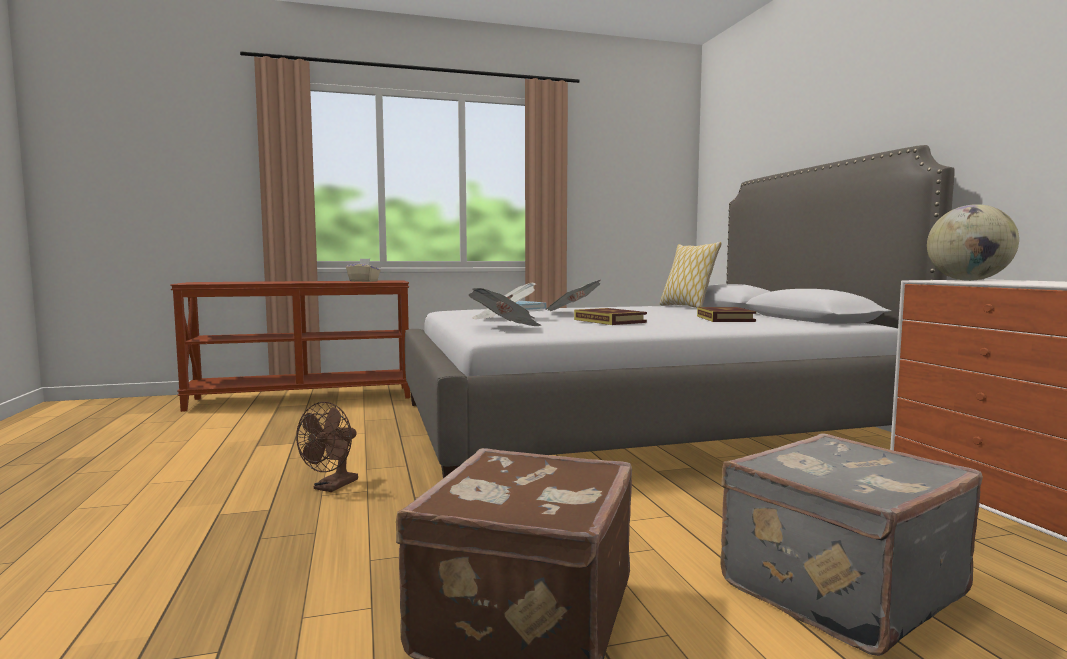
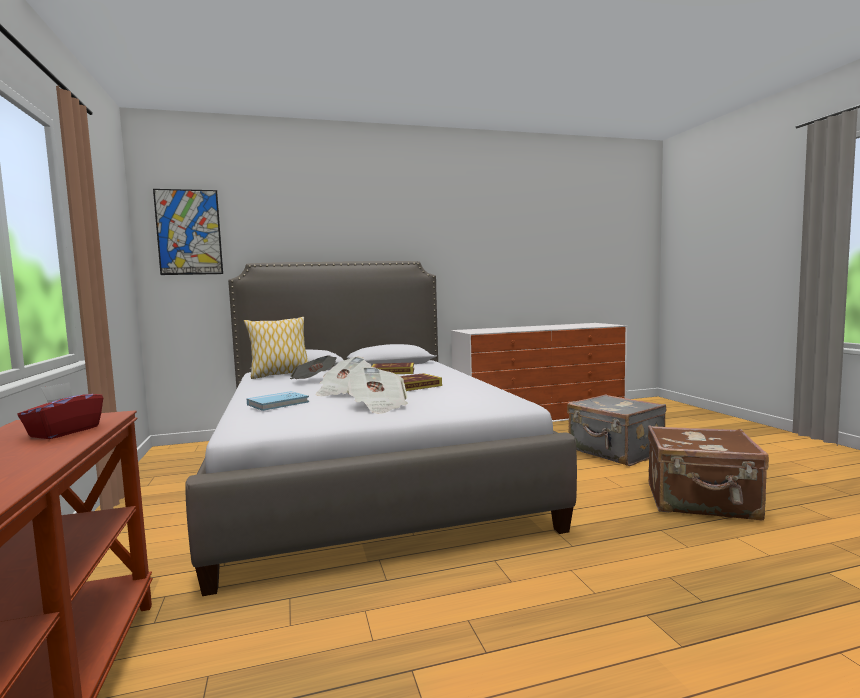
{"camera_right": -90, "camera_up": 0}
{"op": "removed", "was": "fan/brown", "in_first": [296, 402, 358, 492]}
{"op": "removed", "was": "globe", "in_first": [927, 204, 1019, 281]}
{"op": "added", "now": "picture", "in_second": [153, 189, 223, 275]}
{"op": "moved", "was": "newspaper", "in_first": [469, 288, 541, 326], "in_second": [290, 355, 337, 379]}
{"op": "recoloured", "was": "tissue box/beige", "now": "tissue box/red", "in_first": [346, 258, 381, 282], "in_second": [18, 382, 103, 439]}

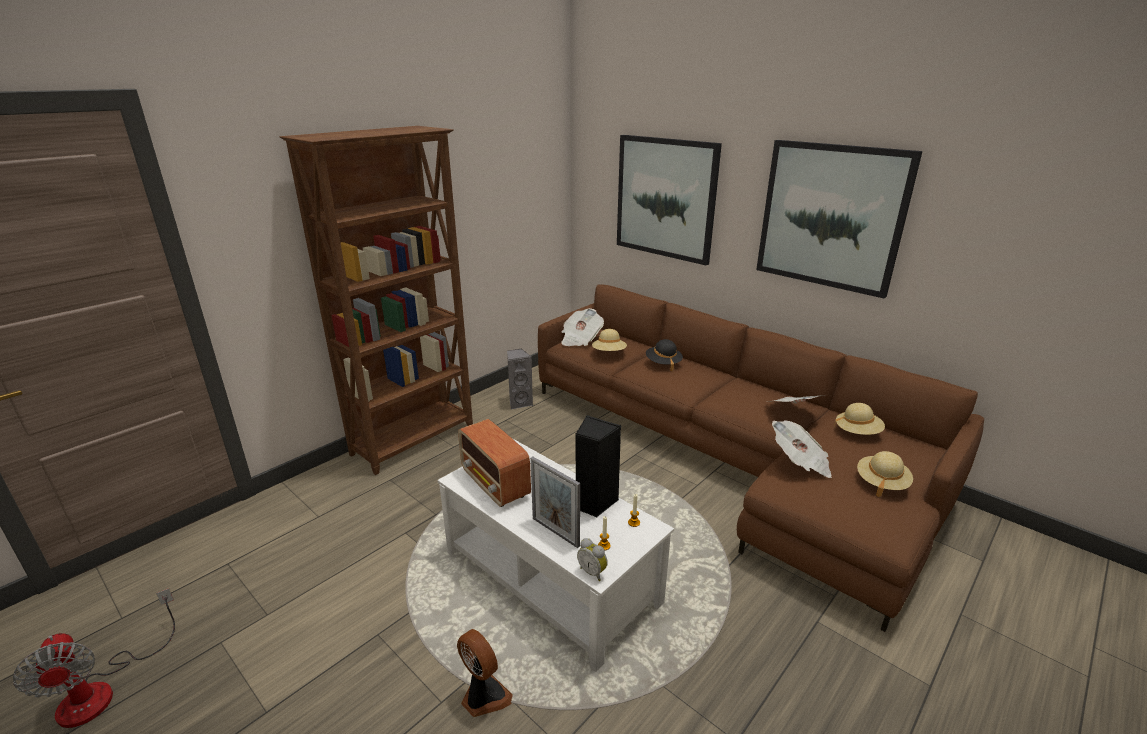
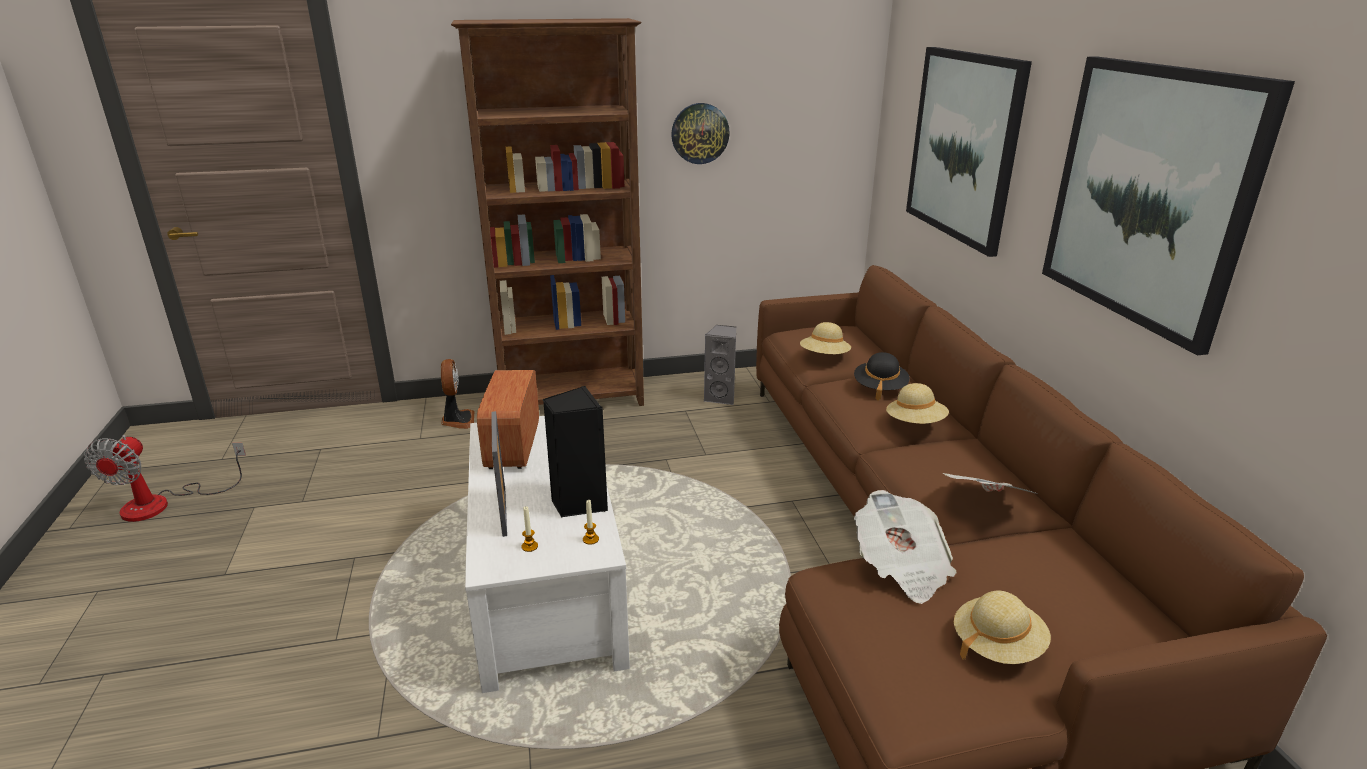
{"camera_right": 35, "camera_up": 0}
{"op": "removed", "was": "newspaper", "in_first": [561, 308, 604, 346]}
{"op": "removed", "was": "alarm clock", "in_first": [577, 538, 608, 581]}
{"op": "added", "now": "wall clock", "in_second": [671, 103, 730, 164]}
{"op": "moved", "was": "fan", "in_first": [457, 629, 513, 717], "in_second": [441, 359, 475, 429]}
{"op": "moved", "was": "hat/beige", "in_first": [834, 403, 885, 435], "in_second": [886, 383, 949, 424]}

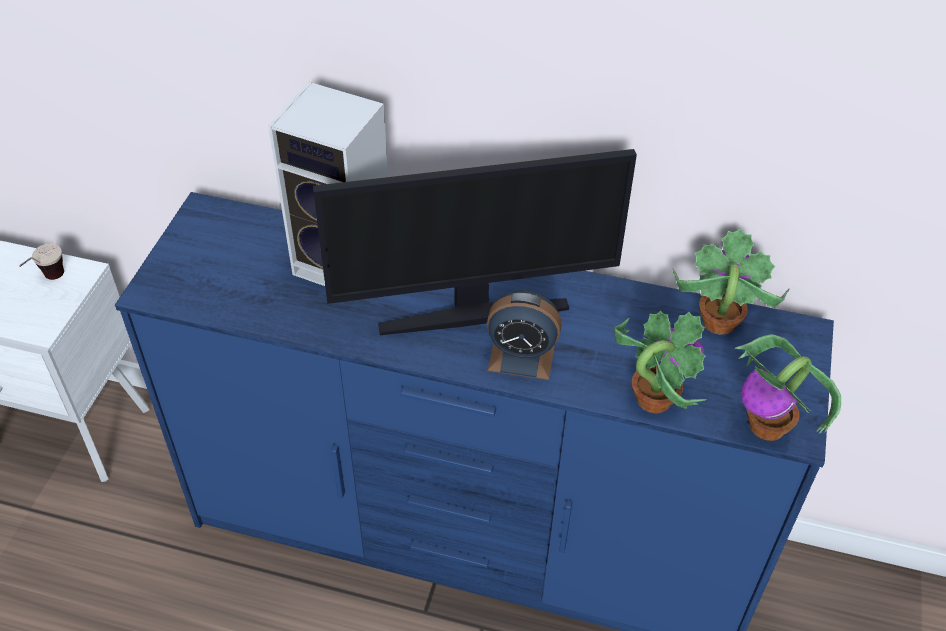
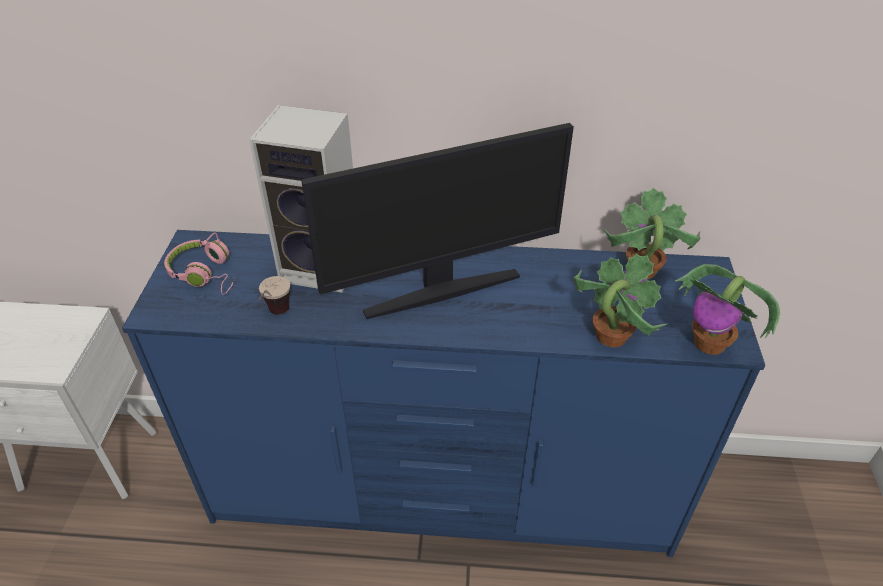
{"camera_right": -10, "camera_up": -5}
{"op": "removed", "was": "alarm clock", "in_first": [487, 290, 561, 380]}
{"op": "added", "now": "headphones/pink", "in_second": [164, 233, 235, 295]}
{"op": "moved", "was": "cup", "in_first": [19, 244, 64, 280], "in_second": [259, 276, 290, 315]}

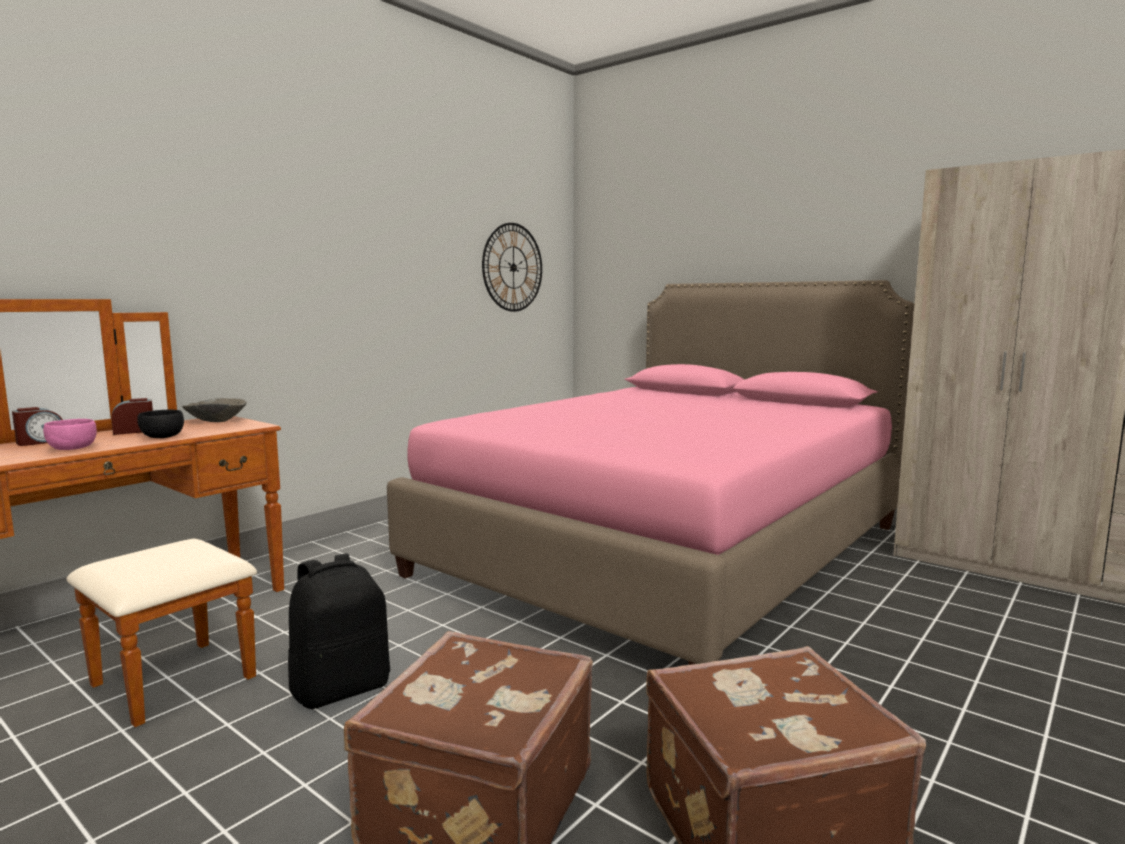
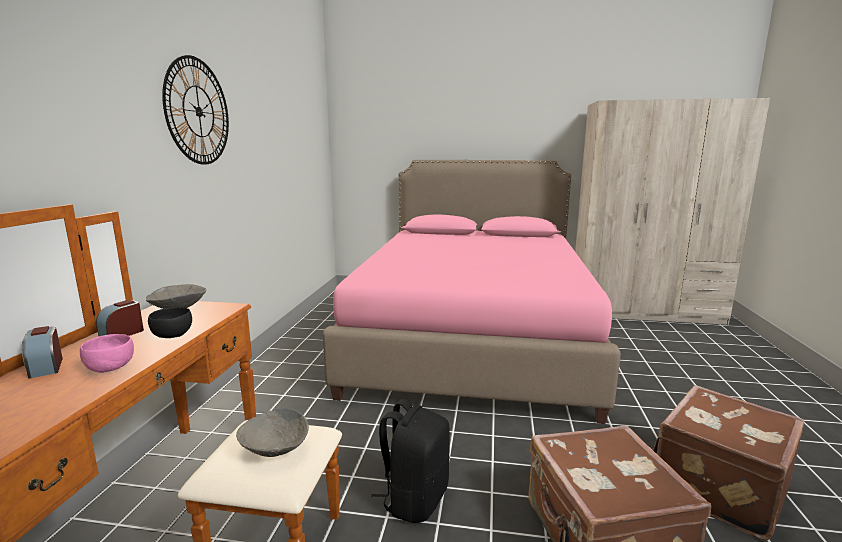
{"camera_right": -30, "camera_up": 5}
{"op": "added", "now": "bowl/grey", "in_second": [236, 408, 309, 457]}
{"op": "moved", "was": "wall clock", "in_first": [482, 223, 542, 312], "in_second": [162, 55, 229, 165]}
{"op": "turned", "was": "alarm clock", "in_first": [12, 407, 63, 446], "in_second": [22, 326, 63, 378], "clockwise": 135}

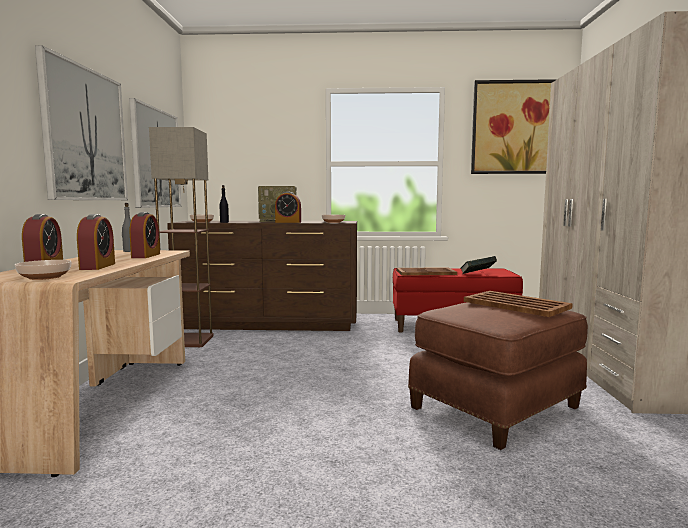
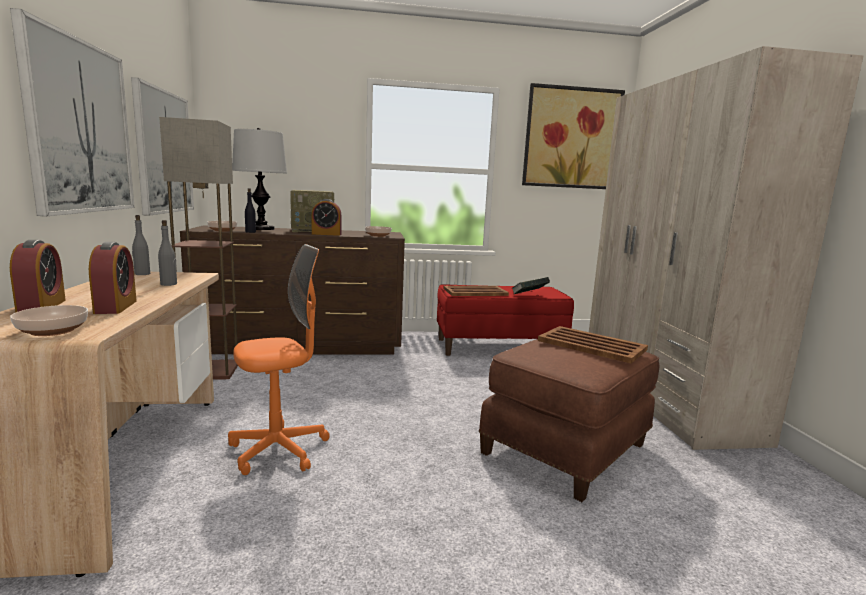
{"camera_right": -10, "camera_up": 5}
{"op": "added", "now": "office chair/orange", "in_second": [228, 244, 330, 475]}
{"op": "added", "now": "table lamp", "in_second": [232, 128, 287, 230]}
{"op": "replaced", "was": "alarm clock", "now": "bottle/grey", "in_first": [130, 212, 160, 258], "in_second": [158, 220, 177, 286]}

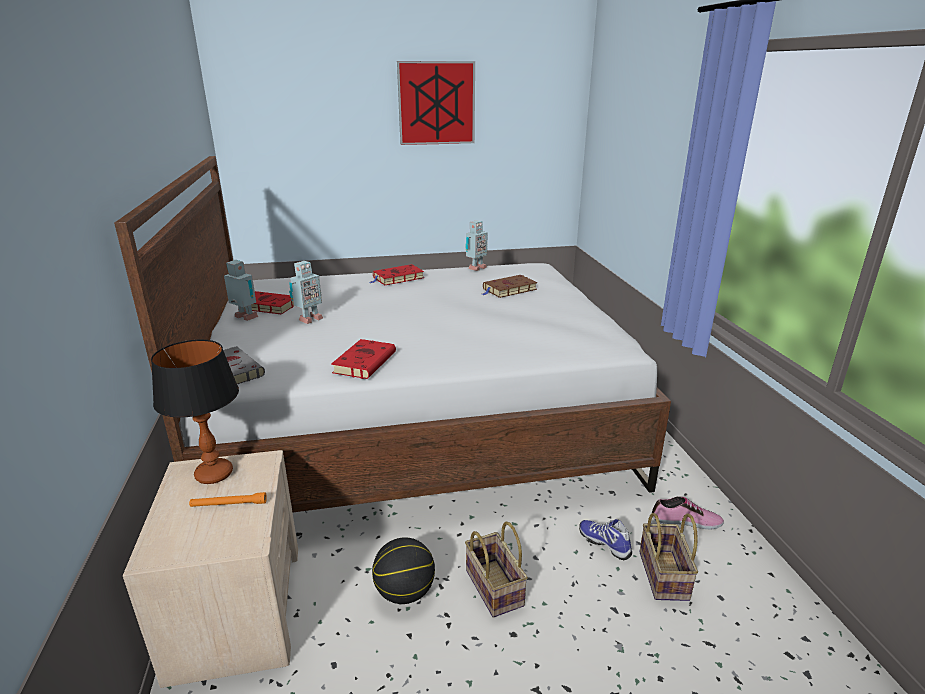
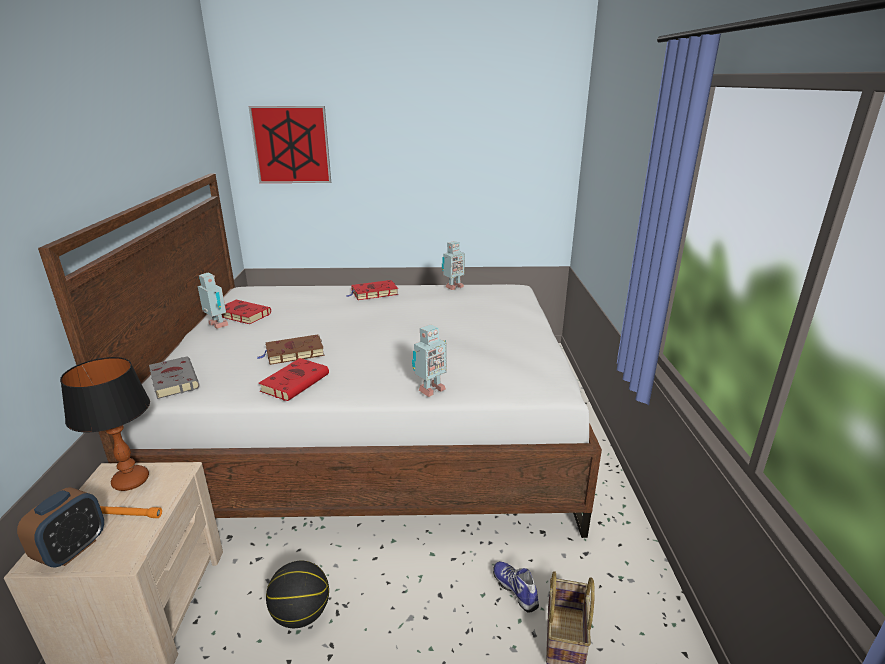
{"camera_right": 10, "camera_up": 0}
{"op": "removed", "was": "basket", "in_first": [465, 522, 528, 617]}
{"op": "removed", "was": "shoe", "in_first": [652, 496, 724, 529]}
{"op": "added", "now": "alarm clock", "in_second": [17, 487, 104, 568]}
{"op": "moved", "was": "toy robot", "in_first": [289, 261, 323, 324], "in_second": [412, 324, 447, 397]}
{"op": "moved", "was": "picture", "in_first": [397, 61, 475, 145], "in_second": [248, 106, 331, 183]}
{"op": "moved", "was": "book/brown", "in_first": [483, 275, 537, 298], "in_second": [257, 334, 324, 365]}

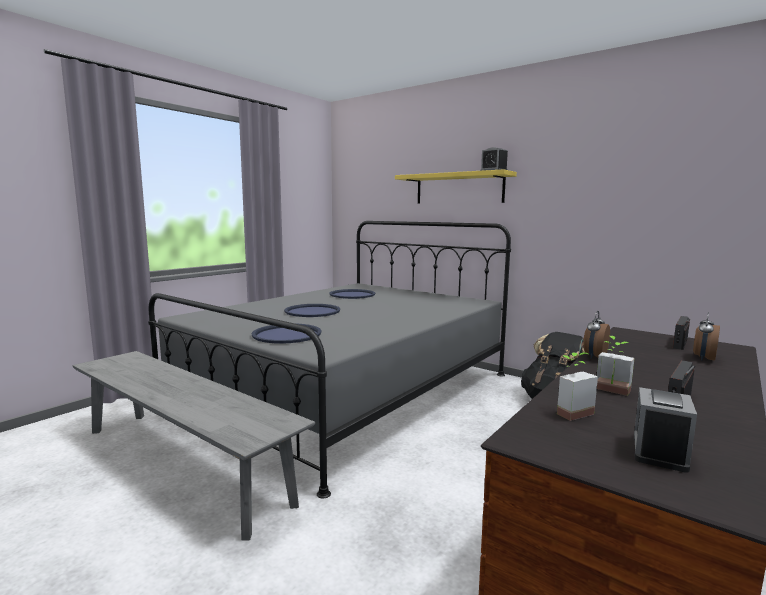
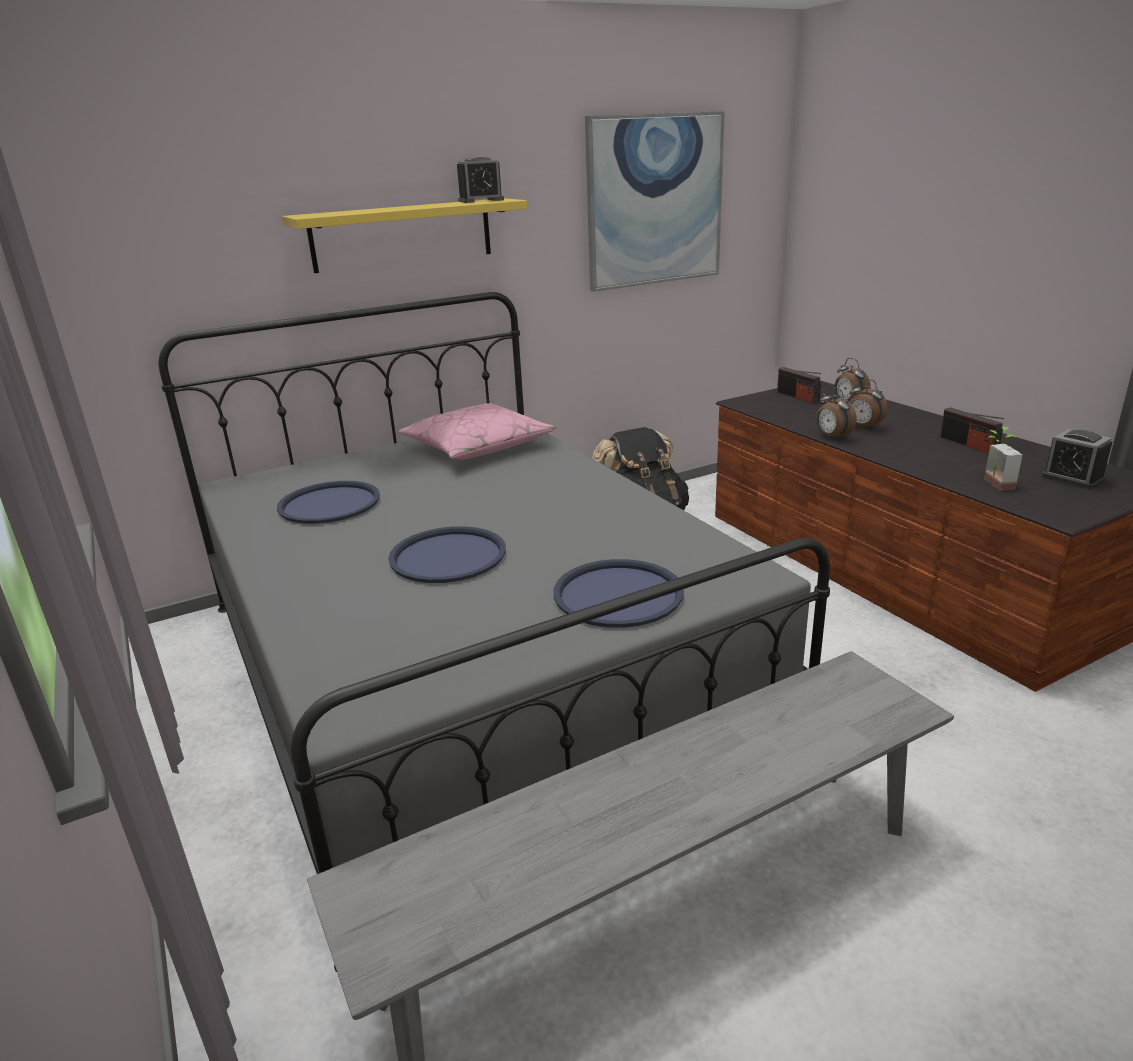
{"camera_right": -65, "camera_up": 15}
{"op": "removed", "was": "potted plant", "in_first": [597, 336, 634, 396]}
{"op": "added", "now": "pillow/pink", "in_second": [398, 403, 556, 460]}
{"op": "added", "now": "picture", "in_second": [585, 111, 725, 292]}
{"op": "added", "now": "alarm clock", "in_second": [849, 378, 888, 429]}

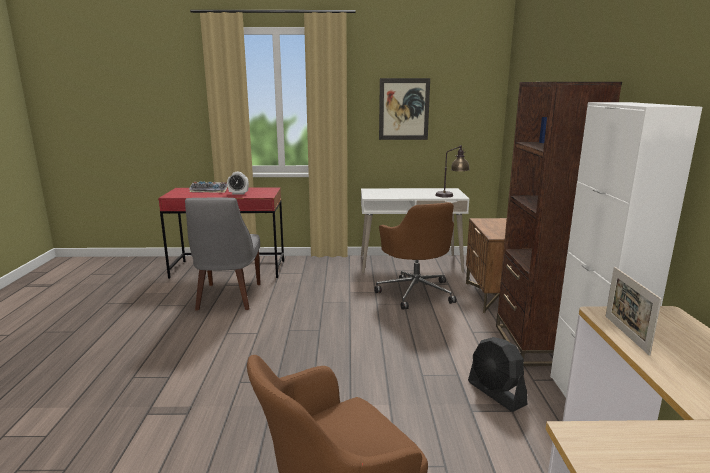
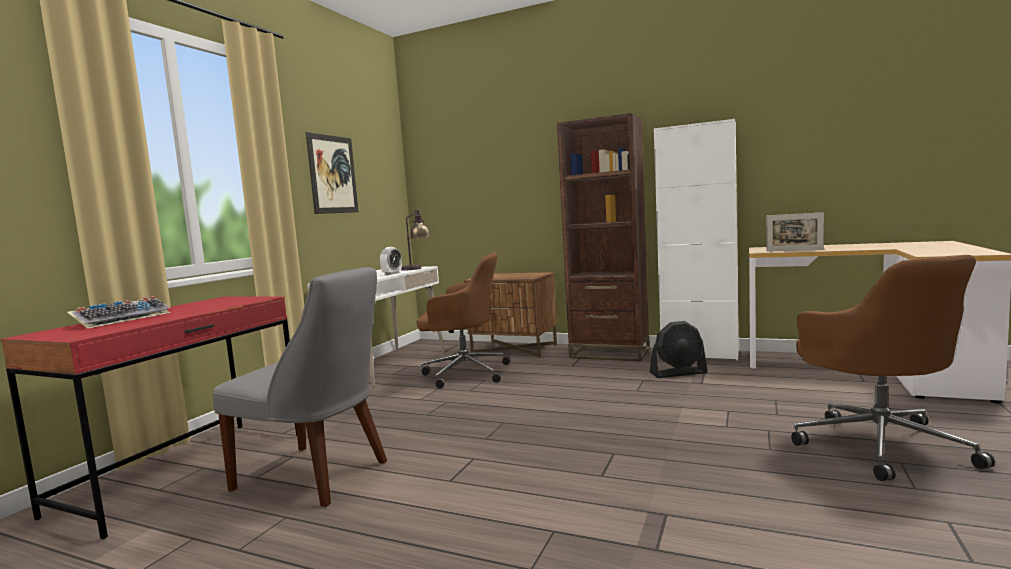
{"camera_right": -65, "camera_up": -10}
{"op": "moved", "was": "alarm clock", "in_first": [227, 172, 249, 195], "in_second": [380, 247, 402, 275]}

